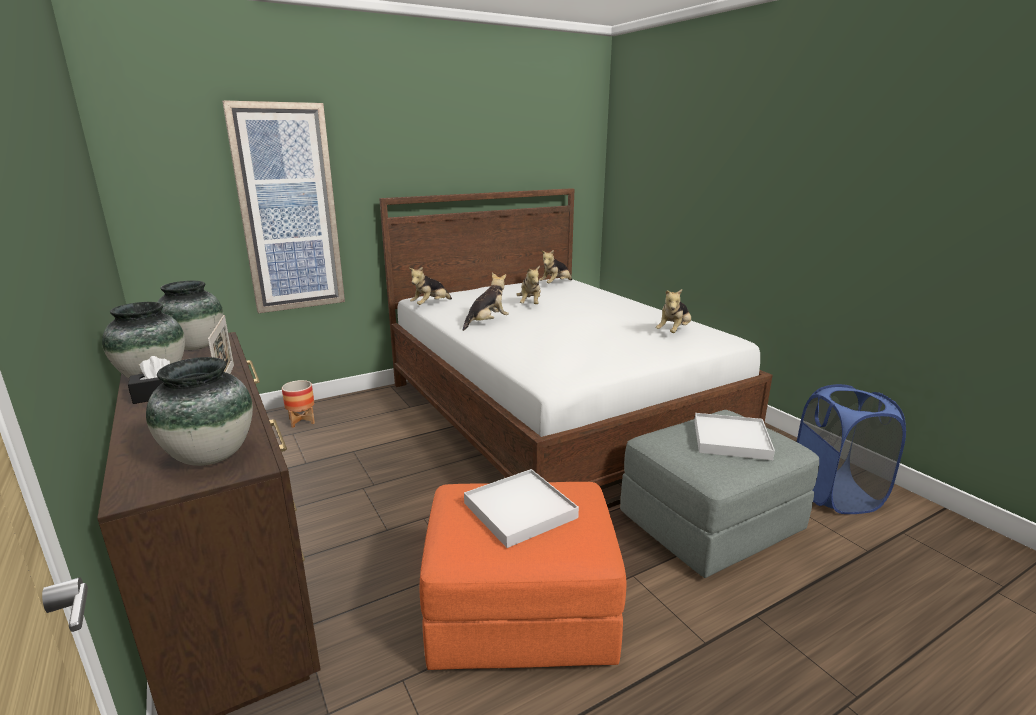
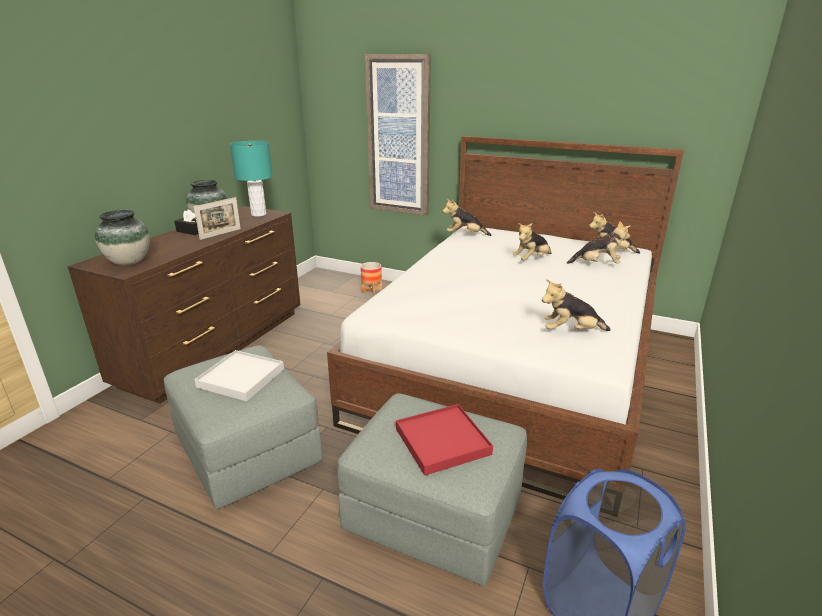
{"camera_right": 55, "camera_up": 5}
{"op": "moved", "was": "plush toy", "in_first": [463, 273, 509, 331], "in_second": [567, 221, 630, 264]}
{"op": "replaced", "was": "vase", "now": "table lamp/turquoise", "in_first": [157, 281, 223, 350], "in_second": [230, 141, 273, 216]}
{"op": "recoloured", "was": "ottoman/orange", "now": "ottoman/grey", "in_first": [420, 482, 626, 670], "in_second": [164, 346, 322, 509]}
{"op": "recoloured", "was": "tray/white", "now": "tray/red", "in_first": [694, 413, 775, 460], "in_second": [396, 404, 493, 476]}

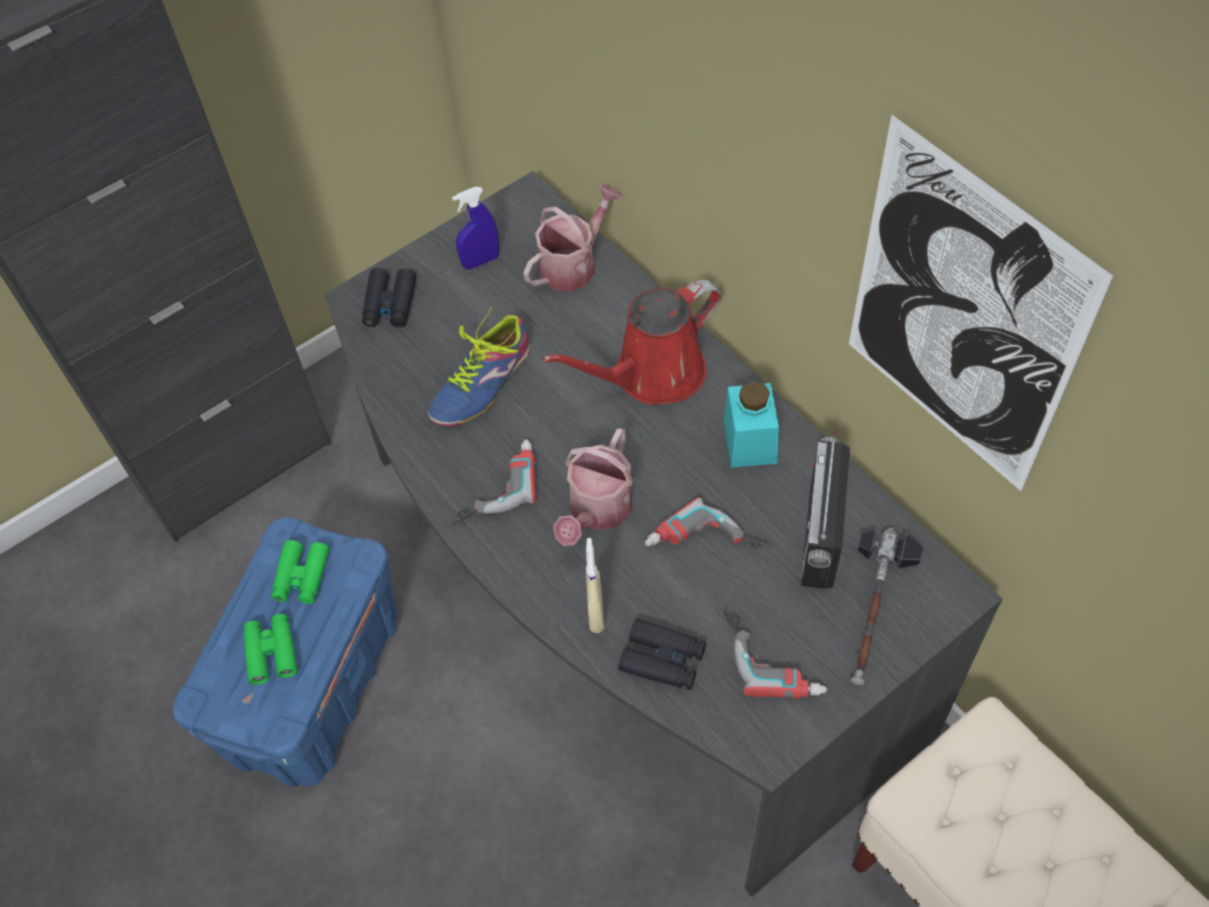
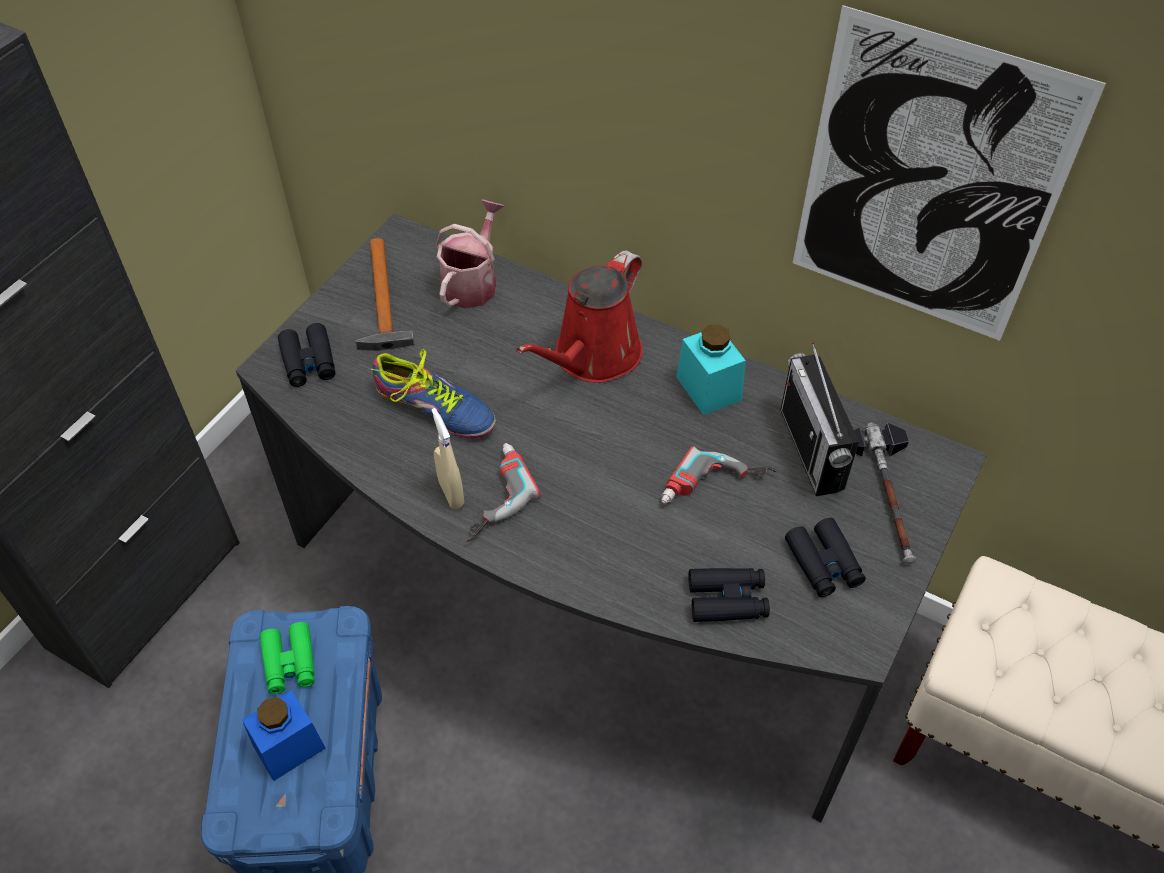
{"camera_right": -25, "camera_up": -5}
{"op": "removed", "was": "watering can", "in_first": [553, 428, 634, 546]}
{"op": "moved", "was": "spray bottle/beige", "in_first": [586, 538, 604, 633], "in_second": [432, 408, 464, 509]}
{"op": "replaced", "was": "binoculars/green", "now": "jar/blue", "in_first": [243, 614, 297, 685], "in_second": [242, 690, 326, 781]}
{"op": "replaced", "was": "spray bottle/blue", "now": "hammer", "in_first": [452, 187, 499, 269], "in_second": [355, 238, 414, 351]}
{"op": "replaced", "was": "power drill", "now": "binoculars/black", "in_first": [724, 608, 827, 698], "in_second": [785, 518, 866, 597]}
{"op": "turned", "was": "shoe", "in_first": [428, 307, 530, 426], "in_second": [371, 349, 496, 438], "clockwise": -75}

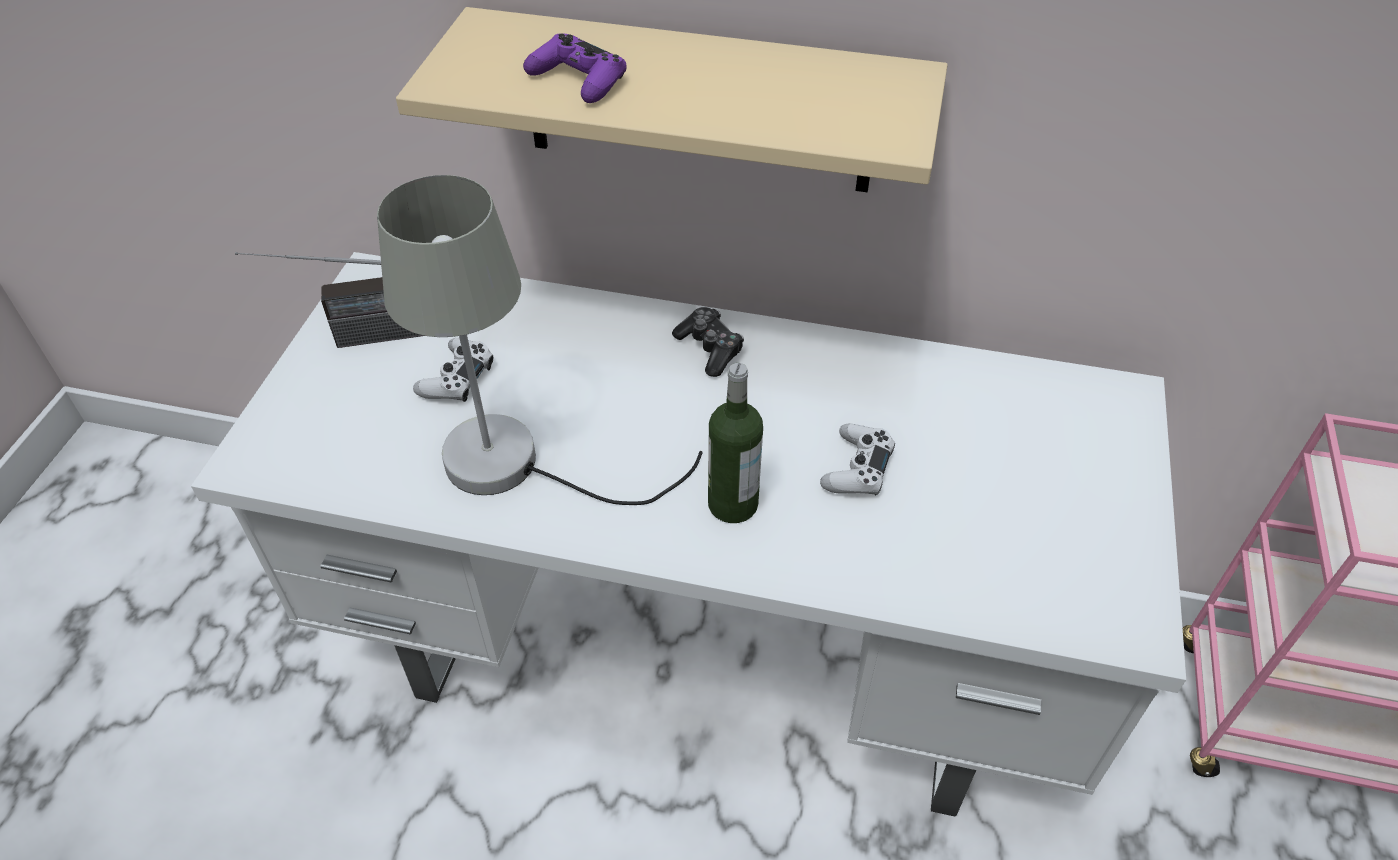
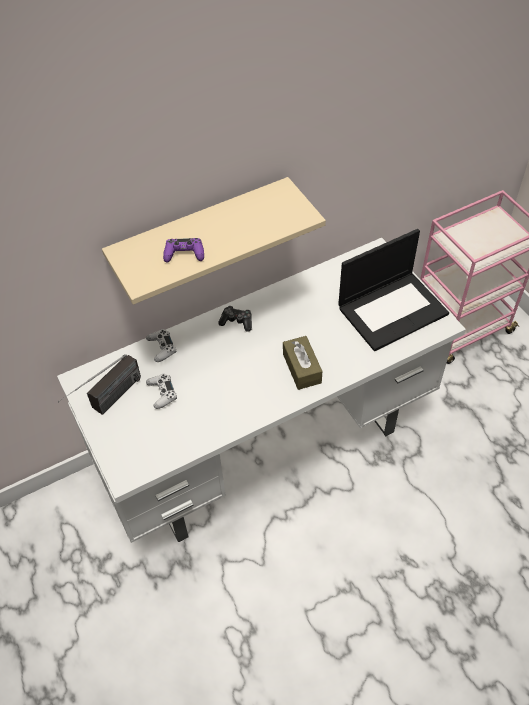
{"camera_right": -40, "camera_up": 5}
{"op": "removed", "was": "table lamp/grey", "in_first": [377, 175, 703, 505]}
{"op": "added", "now": "laptop", "in_second": [338, 229, 449, 351]}
{"op": "moved", "was": "game controller/white", "in_first": [820, 423, 895, 495], "in_second": [146, 329, 176, 362]}
{"op": "replaced", "was": "bottle", "now": "tissue box/brown", "in_first": [708, 363, 763, 523], "in_second": [283, 336, 322, 390]}

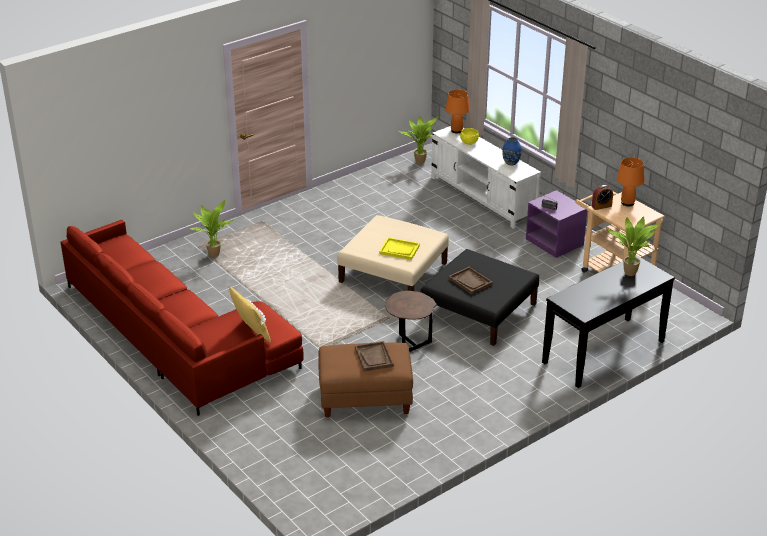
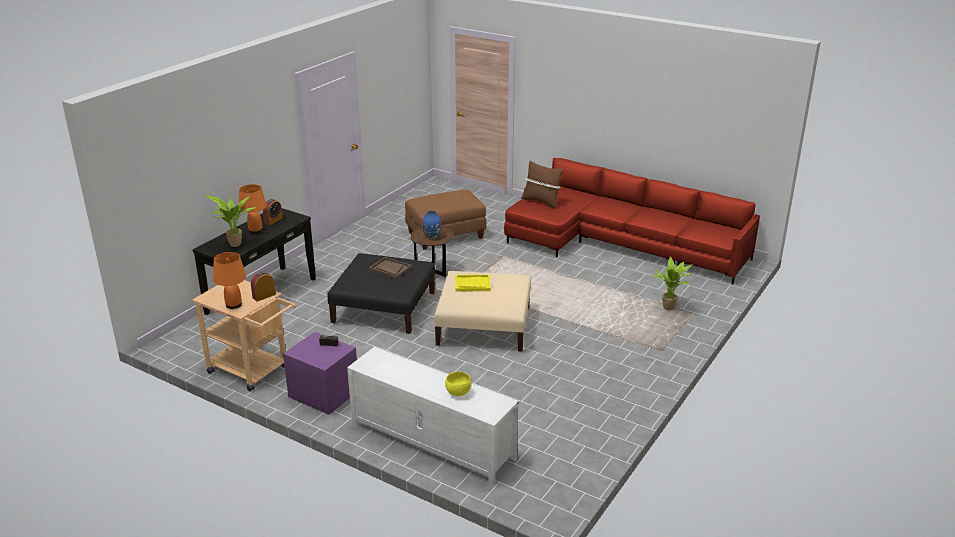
{"camera_right": 160, "camera_up": -5}
{"op": "removed", "was": "tray/brown", "in_first": [355, 341, 394, 371]}
{"op": "removed", "was": "potted plant", "in_first": [399, 116, 438, 164]}
{"op": "added", "now": "alarm clock", "in_second": [263, 199, 283, 225]}
{"op": "moved", "was": "table lamp/orange", "in_first": [446, 89, 470, 133], "in_second": [239, 184, 267, 234]}
{"op": "moved", "was": "vase/blue", "in_first": [502, 137, 521, 165], "in_second": [422, 211, 441, 239]}
{"op": "recoloured", "was": "pillow/yellow", "now": "pillow/brown", "in_first": [228, 286, 271, 343], "in_second": [521, 160, 563, 209]}

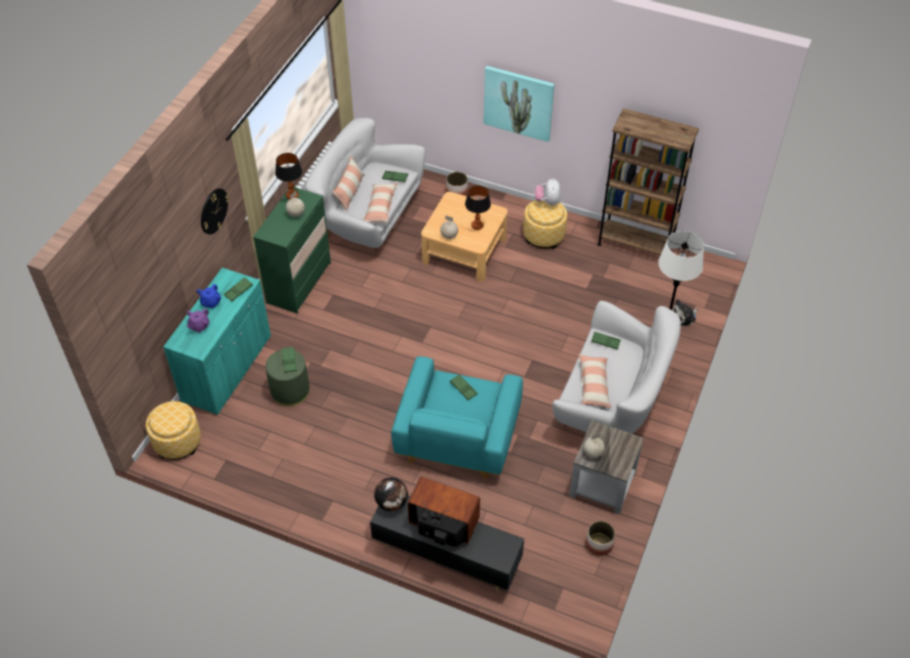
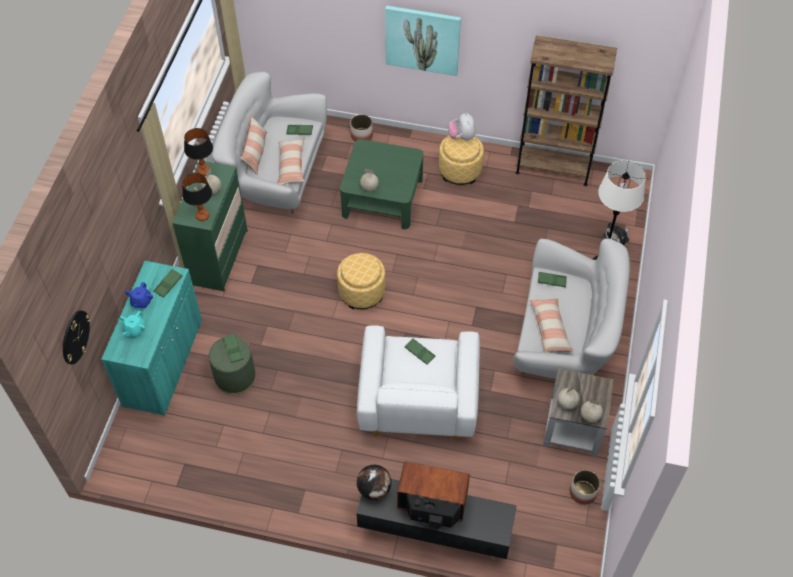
{"camera_right": -10, "camera_up": 5}
{"op": "added", "now": "globe", "in_second": [581, 399, 603, 423]}
{"op": "moved", "was": "ottoman", "in_first": [146, 401, 201, 460], "in_second": [337, 253, 385, 309]}
{"op": "moved", "was": "wall clock", "in_first": [201, 188, 229, 235], "in_second": [63, 310, 90, 365]}
{"op": "moved", "was": "table lamp", "in_first": [465, 186, 491, 230], "in_second": [182, 173, 212, 221]}
{"op": "recoloured", "was": "teapot/purple", "now": "teapot/turquoise", "in_first": [187, 308, 209, 333], "in_second": [120, 311, 145, 337]}
{"op": "recoloured", "was": "armchair/turquoise", "now": "armchair/white", "in_first": [391, 356, 523, 479], "in_second": [357, 325, 480, 441]}
{"op": "recoloured", "was": "coffee table/beige", "now": "coffee table/green", "in_first": [421, 192, 508, 282], "in_second": [340, 139, 424, 229]}

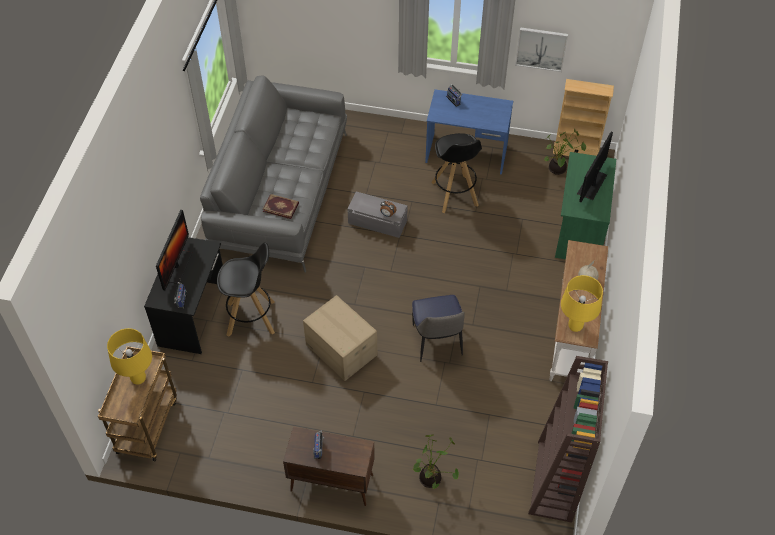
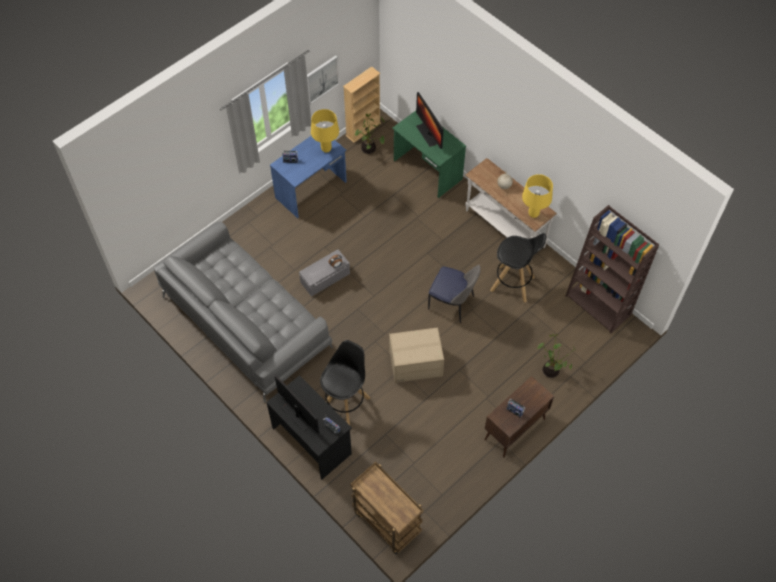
{"camera_right": -55, "camera_up": 5}
{"op": "removed", "was": "book", "in_first": [262, 194, 299, 219]}
{"op": "moved", "was": "table lamp/yellow", "in_first": [107, 328, 152, 384], "in_second": [311, 109, 339, 153]}
{"op": "moved", "was": "stool/black", "in_first": [431, 133, 482, 213], "in_second": [490, 233, 546, 303]}

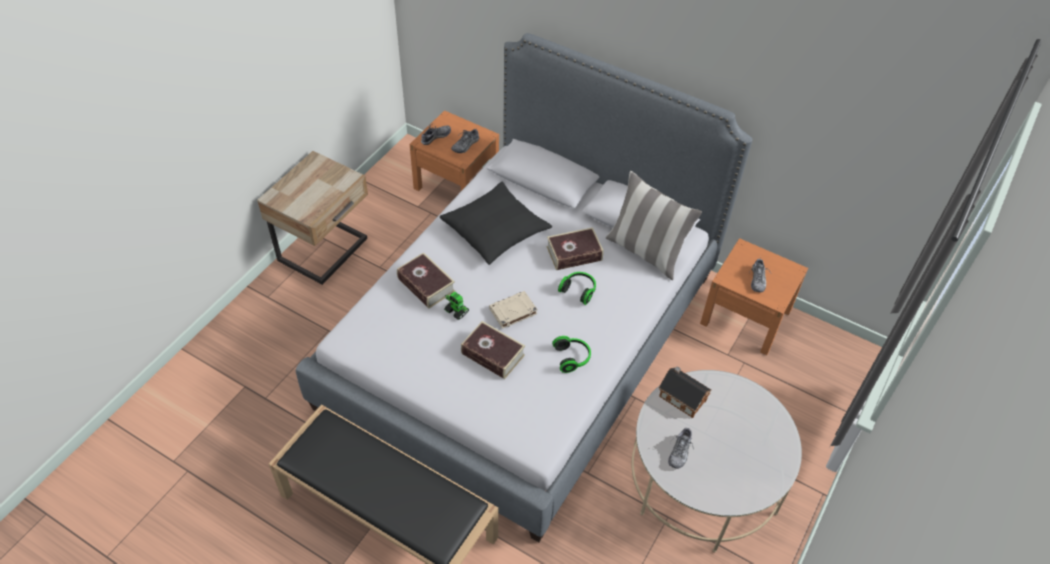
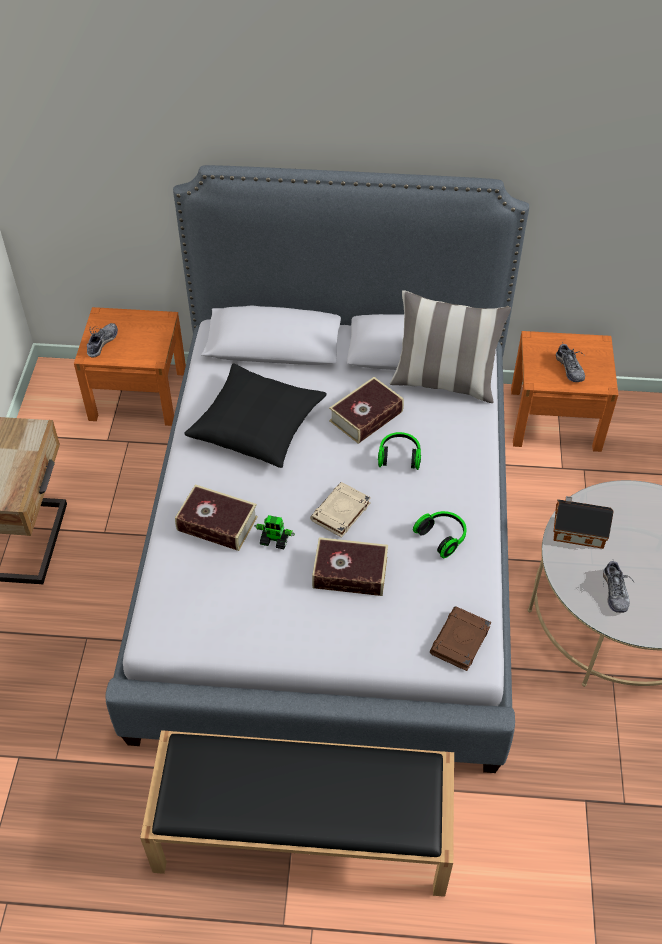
{"camera_right": -25, "camera_up": 0}
{"op": "removed", "was": "shoe", "in_first": [451, 129, 479, 153]}
{"op": "added", "now": "book/brown", "in_second": [430, 606, 491, 671]}

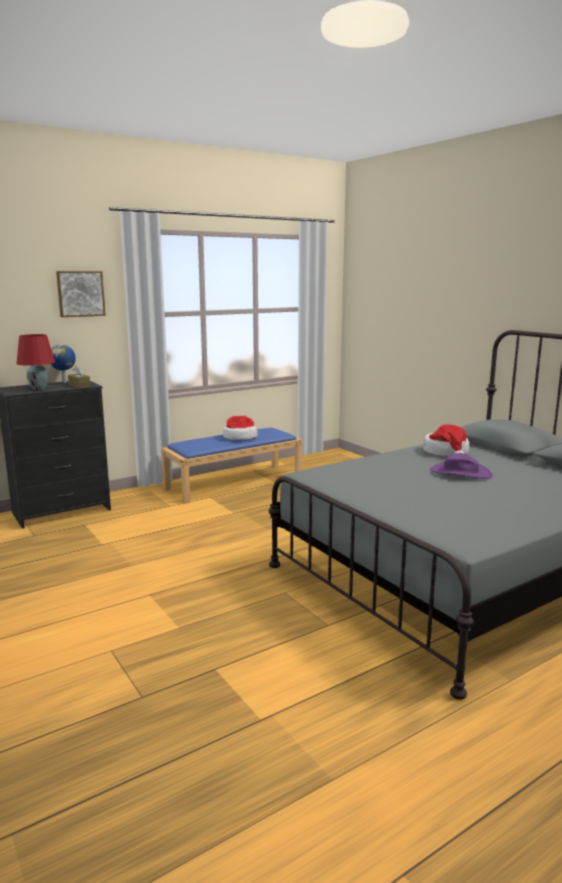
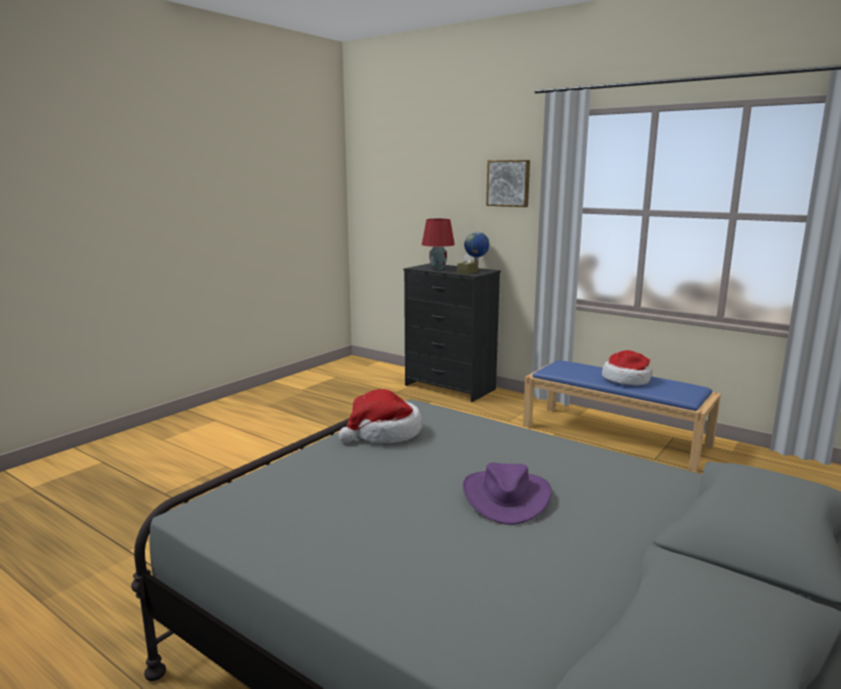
{"camera_right": 70, "camera_up": 0}
{"op": "moved", "was": "hat", "in_first": [423, 424, 470, 456], "in_second": [338, 389, 422, 443]}

